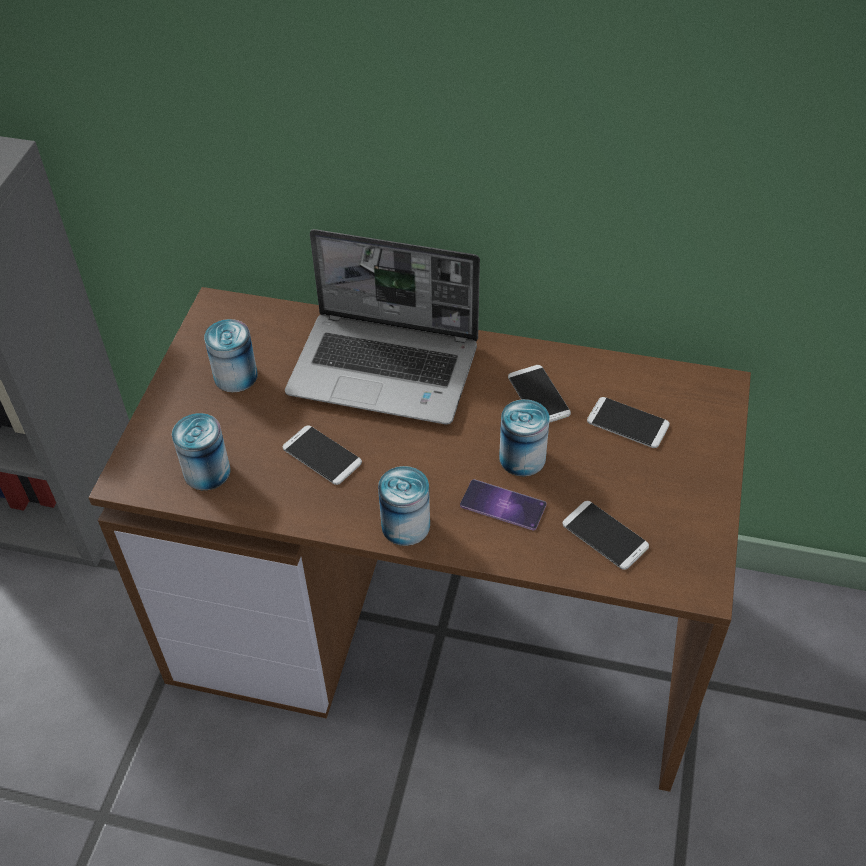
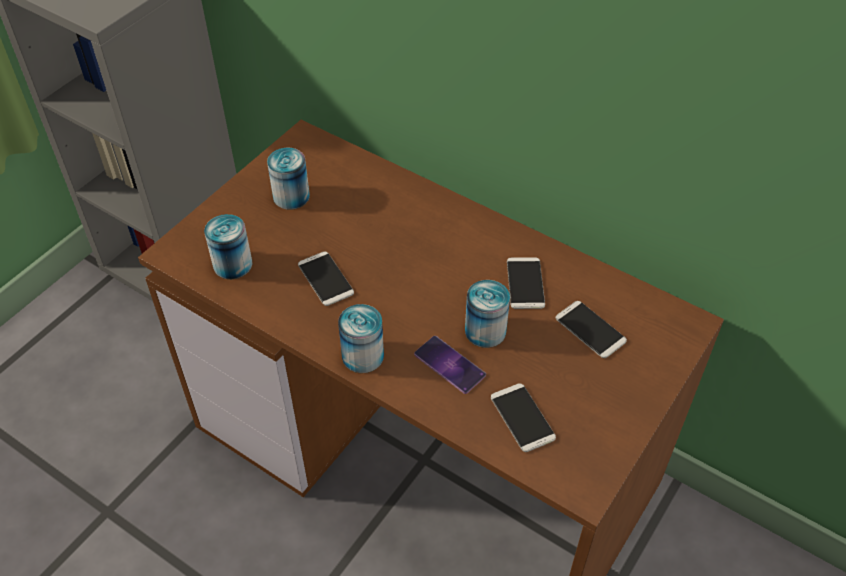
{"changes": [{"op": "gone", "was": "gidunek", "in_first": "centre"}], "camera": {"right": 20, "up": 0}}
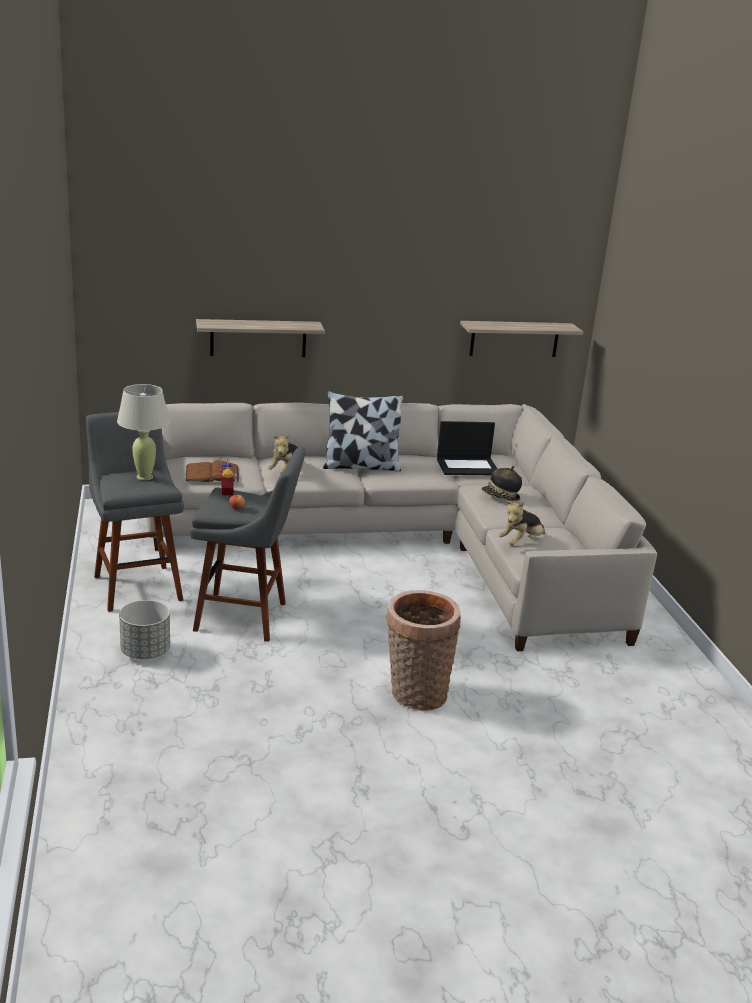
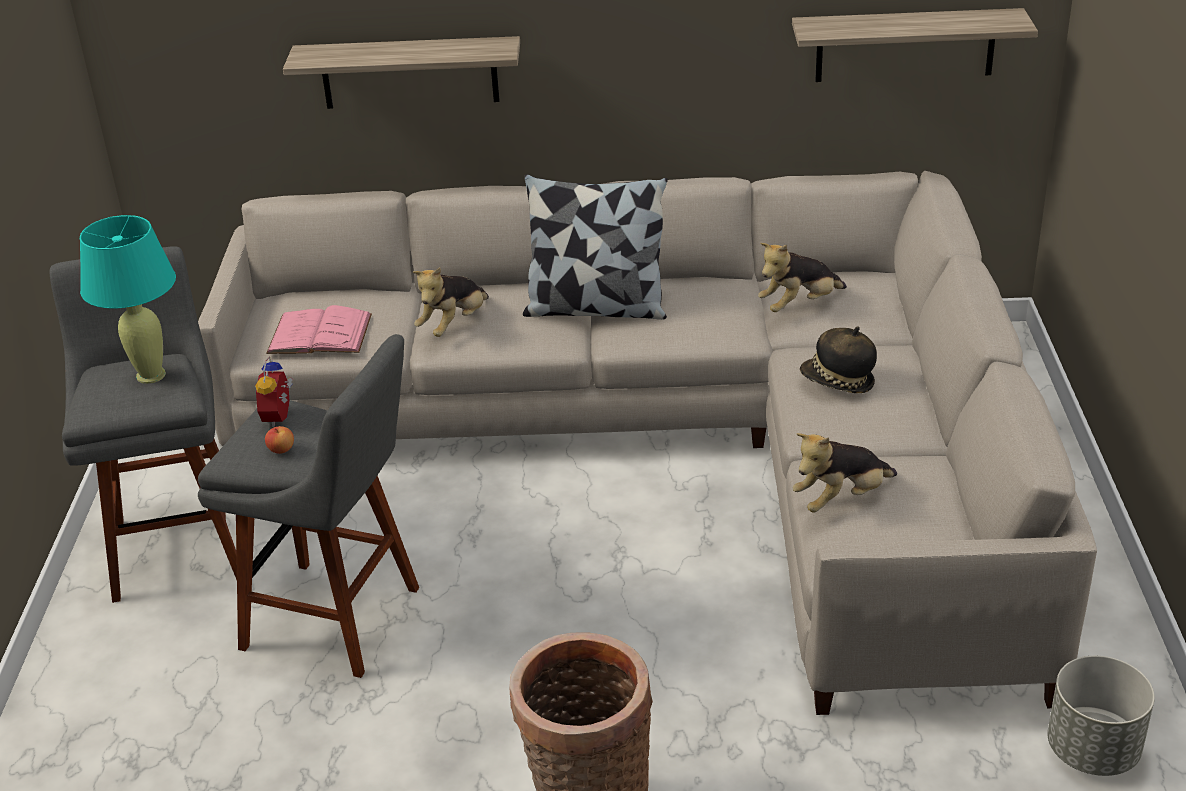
{"changes": [{"op": "shifted", "was": "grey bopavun", "in_first": "middle left", "in_second": "bottom right"}, {"op": "swapped", "was": "gidunek", "now": "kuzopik (no. 2 from left)", "in_first": "centre", "in_second": "middle right"}, {"op": "repainted", "was": "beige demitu", "now": "turquoise demitu", "in_first": "middle left", "in_second": "middle left"}, {"op": "repainted", "was": "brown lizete", "now": "pink lizete", "in_first": "middle left", "in_second": "middle left"}], "camera": {"right": 15, "up": 10}}
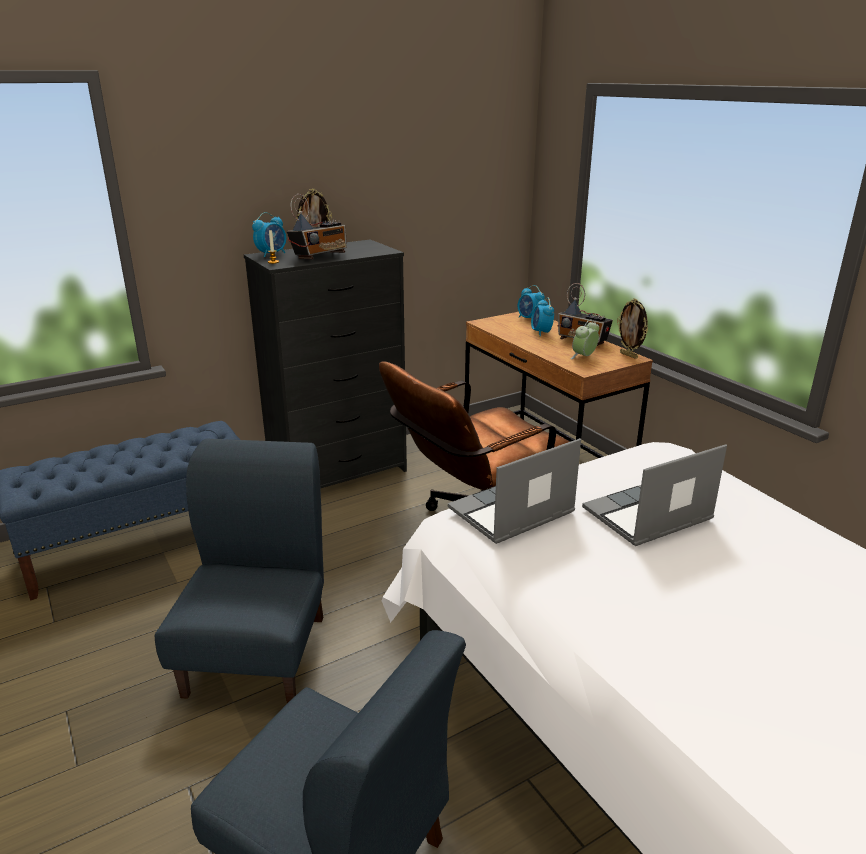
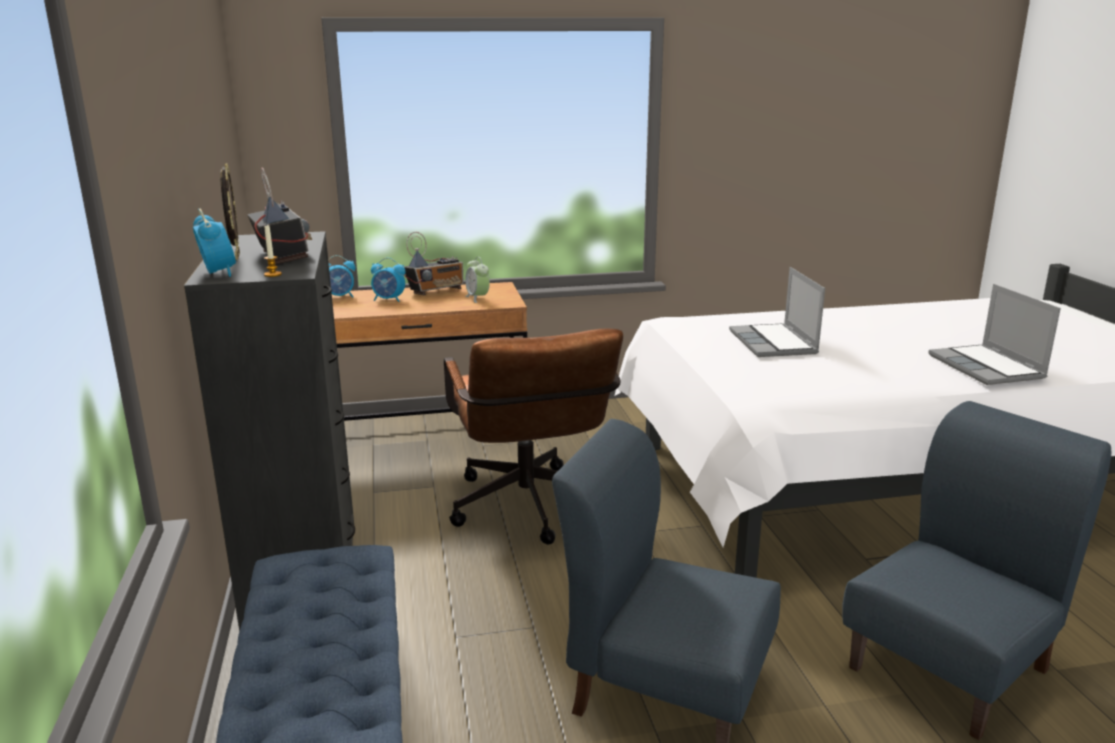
{"changes": [{"op": "gone", "was": "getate (no. 2 from left)", "in_first": "middle right"}, {"op": "shifted", "was": "gidunek (no. 1 from left in the first image)", "now": "gidunek (no. 2 from left)", "in_first": "centre", "in_second": "middle right"}], "camera": {"right": -70, "up": -5}}
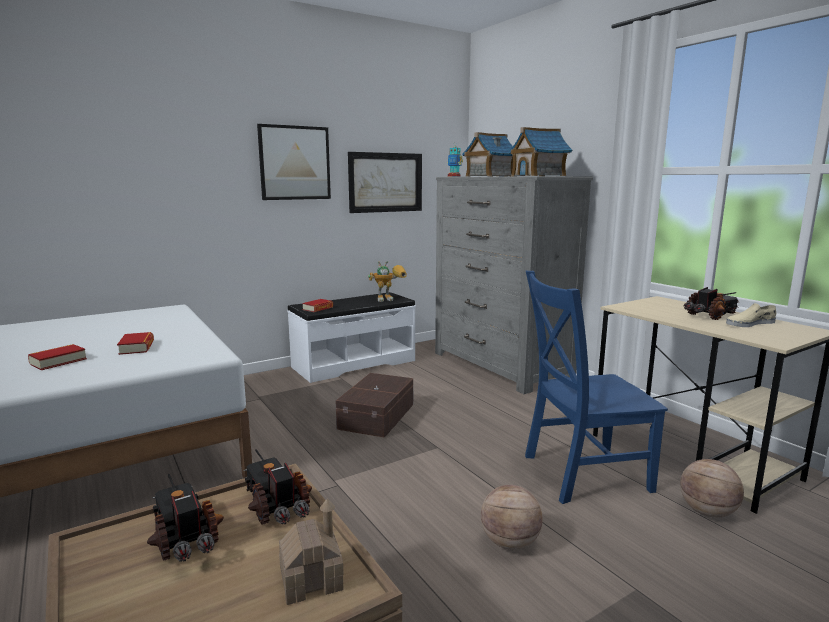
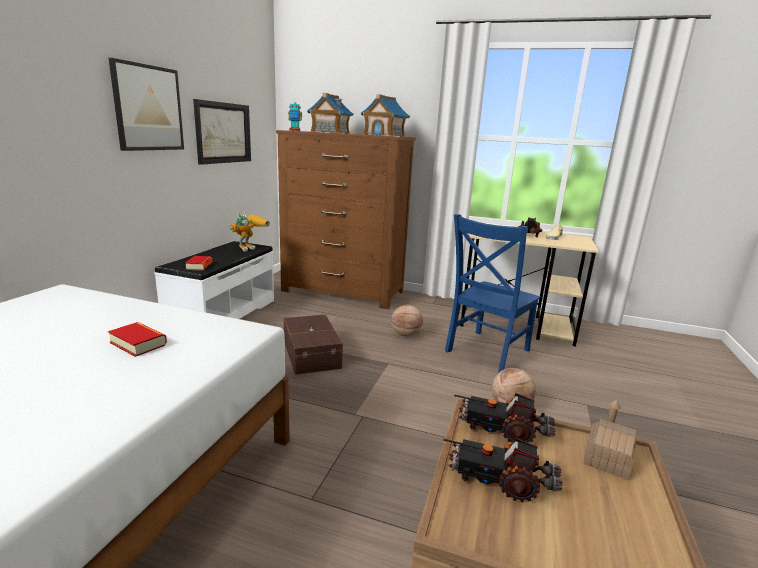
{"changes": [{"op": "gone", "was": "lizete (no. 1 from left)", "in_first": "middle left"}, {"op": "shifted", "was": "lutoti (no. 2 from left in the first image)", "now": "lutoti (no. 1 from left)", "in_first": "bottom right", "in_second": "centre"}, {"op": "repainted", "was": "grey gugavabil", "now": "brown gugavabil", "in_first": "centre", "in_second": "centre"}], "camera": {"right": -40, "up": 5}}
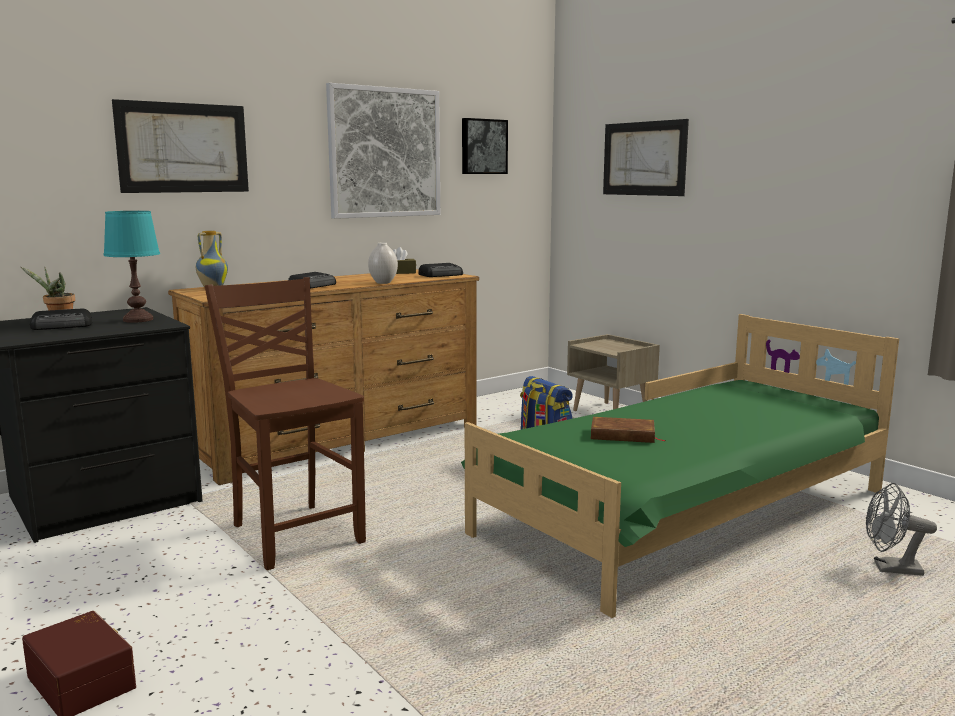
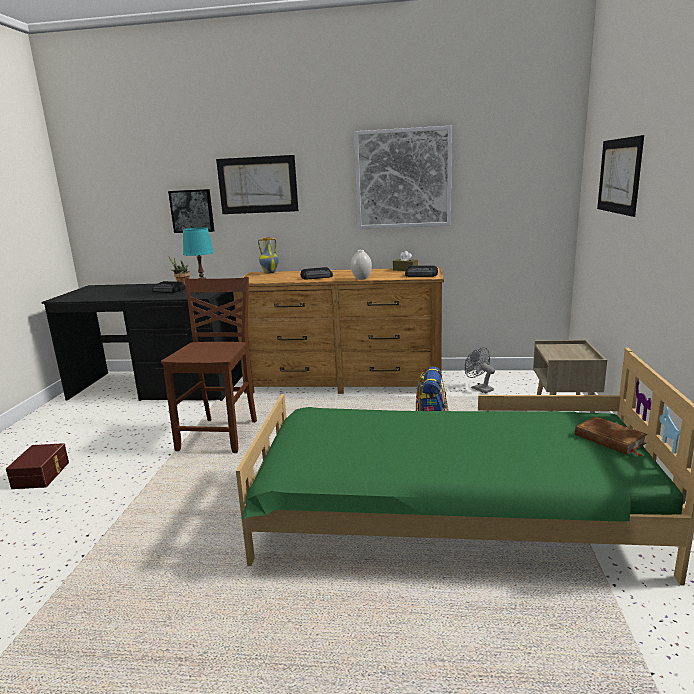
{"changes": [{"op": "shifted", "was": "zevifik (no. 3 from left in the first image)", "now": "zevifik (no. 1 from left)", "in_first": "top centre", "in_second": "top left"}, {"op": "shifted", "was": "brown lizete", "in_first": "centre", "in_second": "middle right"}, {"op": "shifted", "was": "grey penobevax", "in_first": "bottom right", "in_second": "middle right"}], "camera": {"right": 45, "up": 5}}
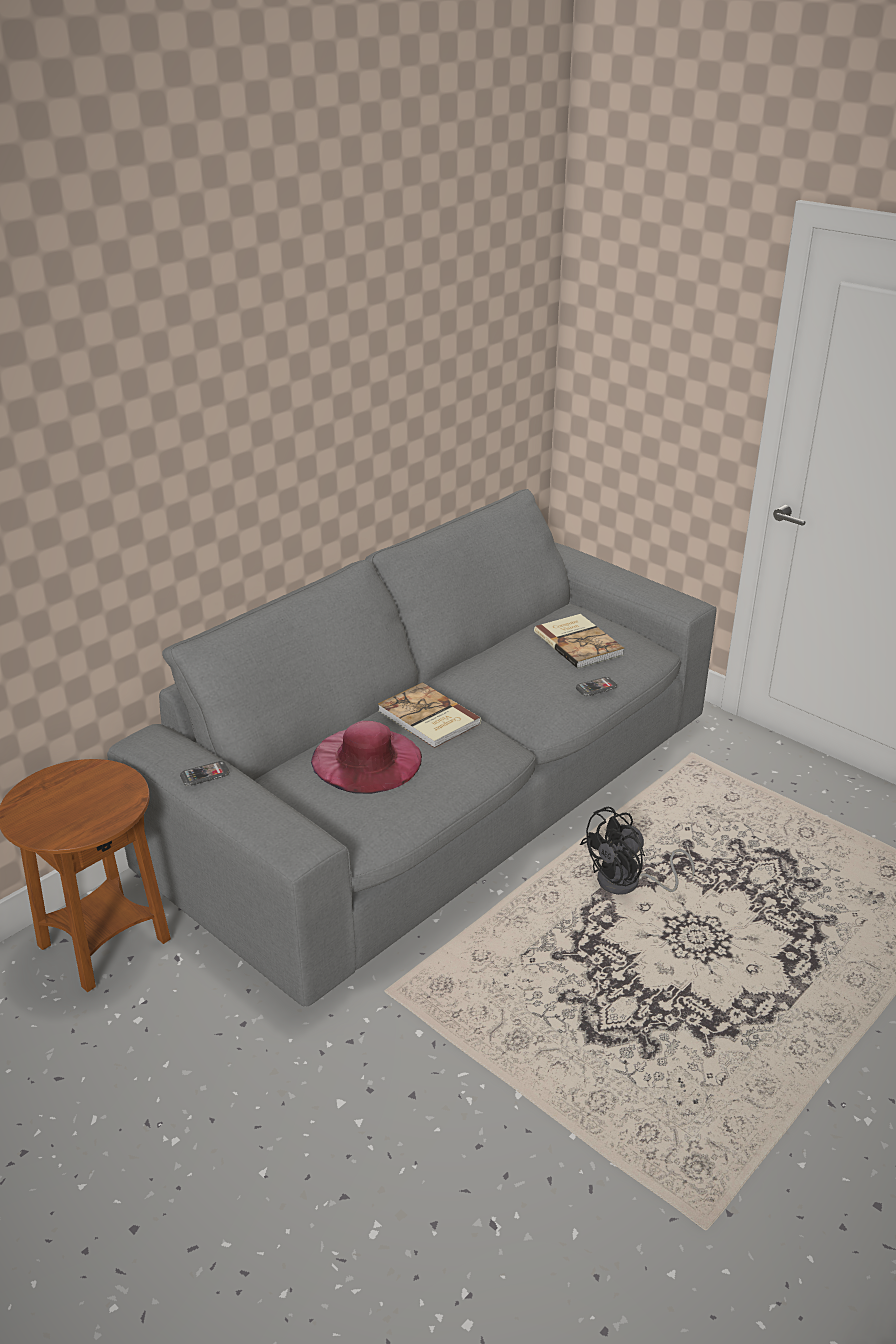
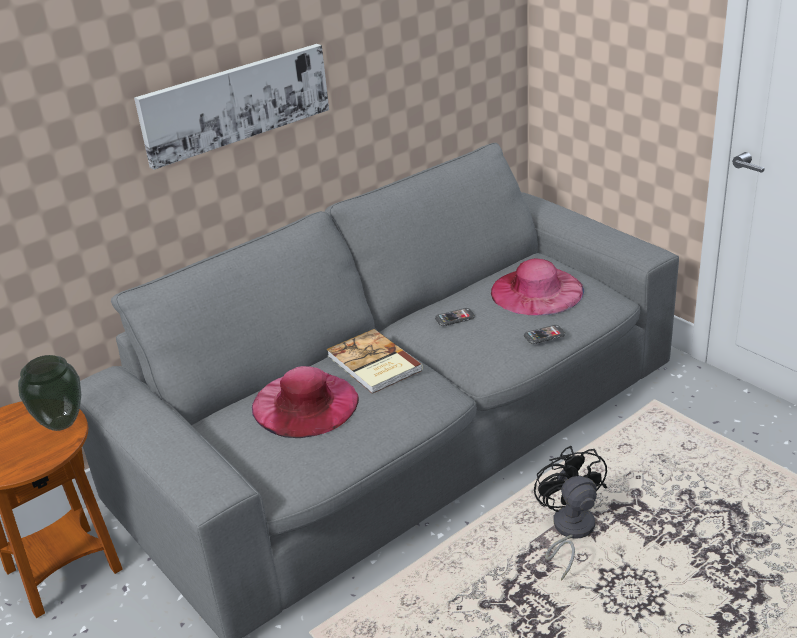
{"changes": [{"op": "new", "now": "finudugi", "in_second": "middle left"}, {"op": "new", "now": "zevifik", "in_second": "top left"}, {"op": "shifted", "was": "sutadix (no. 1 from left)", "in_first": "middle left", "in_second": "centre"}, {"op": "swapped", "was": "lizete (no. 2 from left)", "now": "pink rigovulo (no. 2 from left)", "in_first": "centre", "in_second": "middle right"}, {"op": "rotated", "was": "black penobevax", "in_first": "middle right", "in_second": "bottom right", "clockwise": 105}], "camera": {"right": 10, "up": 0}}
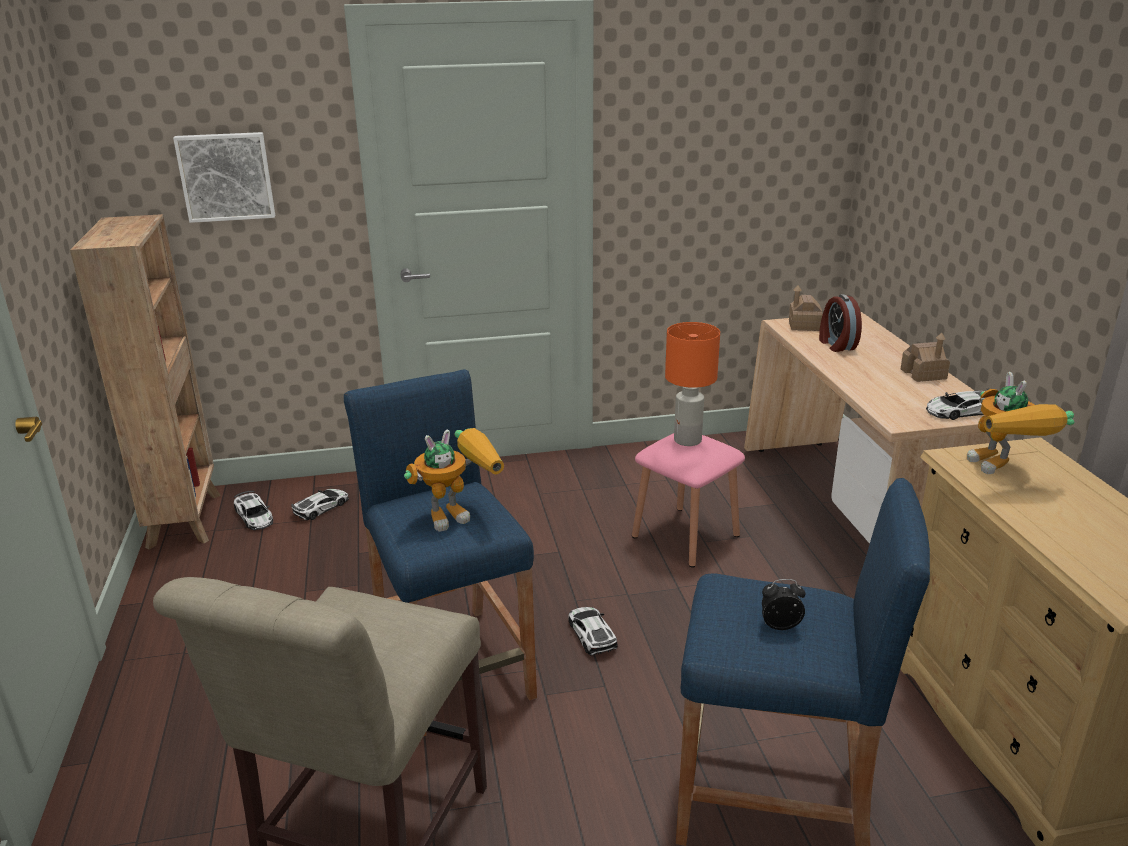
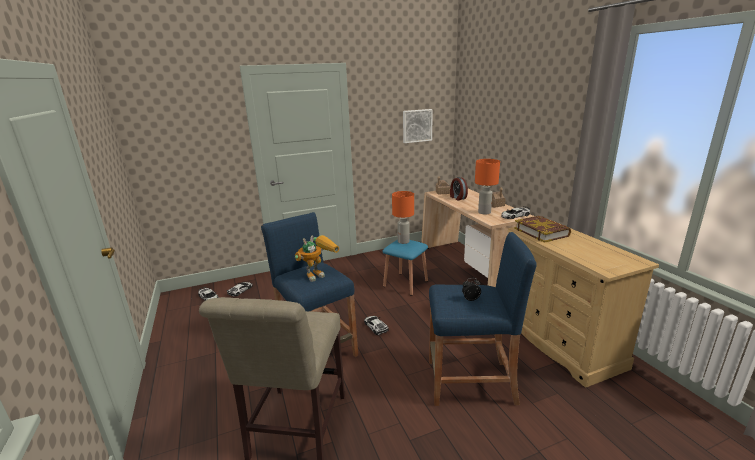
{"changes": [{"op": "gone", "was": "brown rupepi", "in_first": "middle left"}, {"op": "new", "now": "orange demitu (no. 2 from left)", "in_second": "centre"}, {"op": "shifted", "was": "zevifik", "in_first": "top left", "in_second": "top centre"}, {"op": "swapped", "was": "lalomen (no. 2 from left)", "now": "lizete", "in_first": "middle right", "in_second": "middle right"}, {"op": "repainted", "was": "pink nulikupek", "now": "blue nulikupek (no. 2 from left)", "in_first": "centre", "in_second": "centre"}], "camera": {"right": -10, "up": -5}}
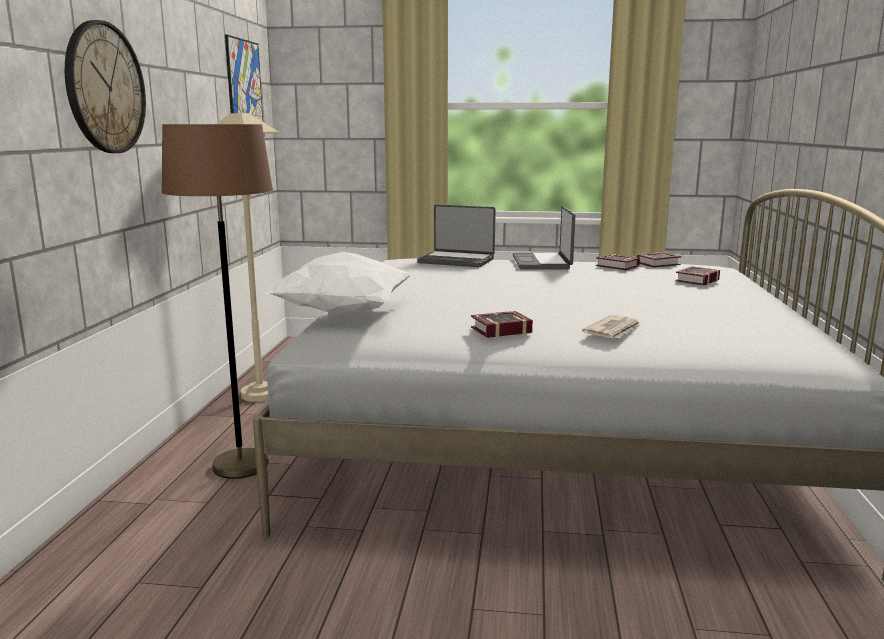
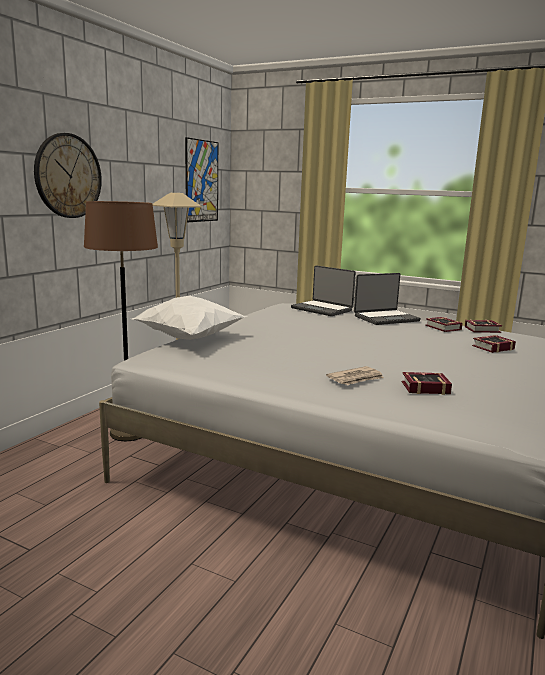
{"changes": [{"op": "shifted", "was": "lizete (no. 1 from left)", "in_first": "centre", "in_second": "middle right"}, {"op": "rotated", "was": "gidunek (no. 2 from left)", "in_first": "centre", "in_second": "middle right", "clockwise": -135}], "camera": {"right": 20, "up": 0}}
